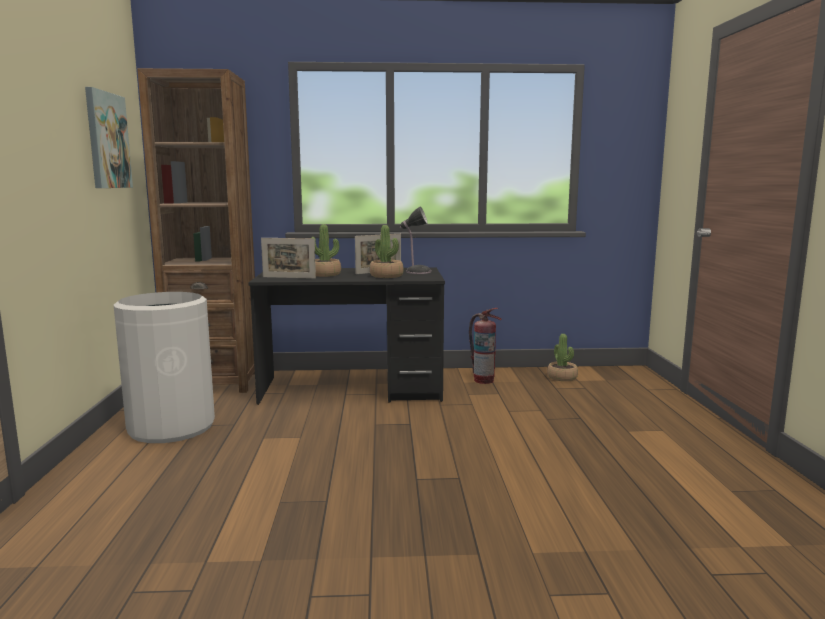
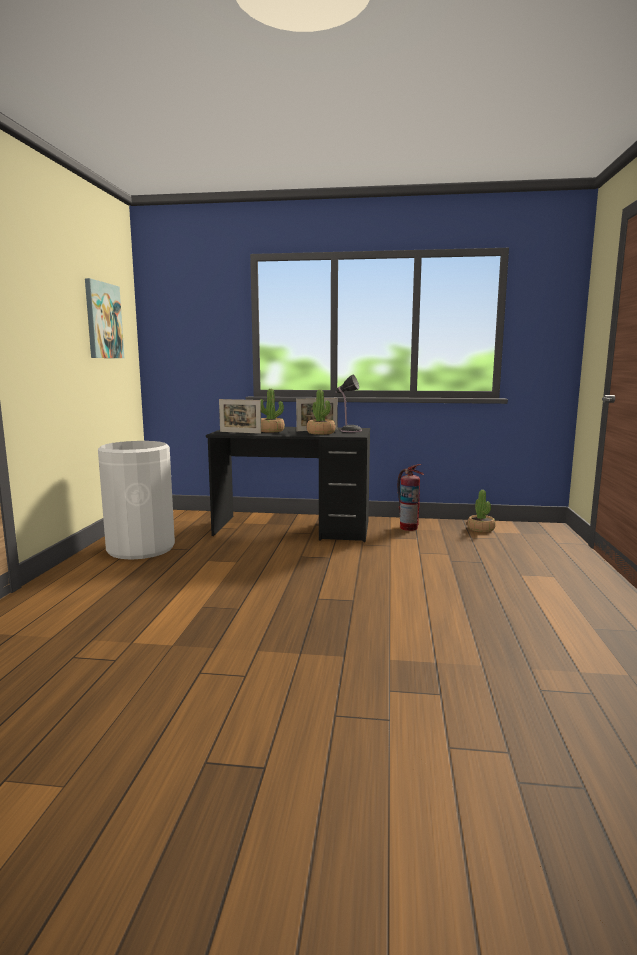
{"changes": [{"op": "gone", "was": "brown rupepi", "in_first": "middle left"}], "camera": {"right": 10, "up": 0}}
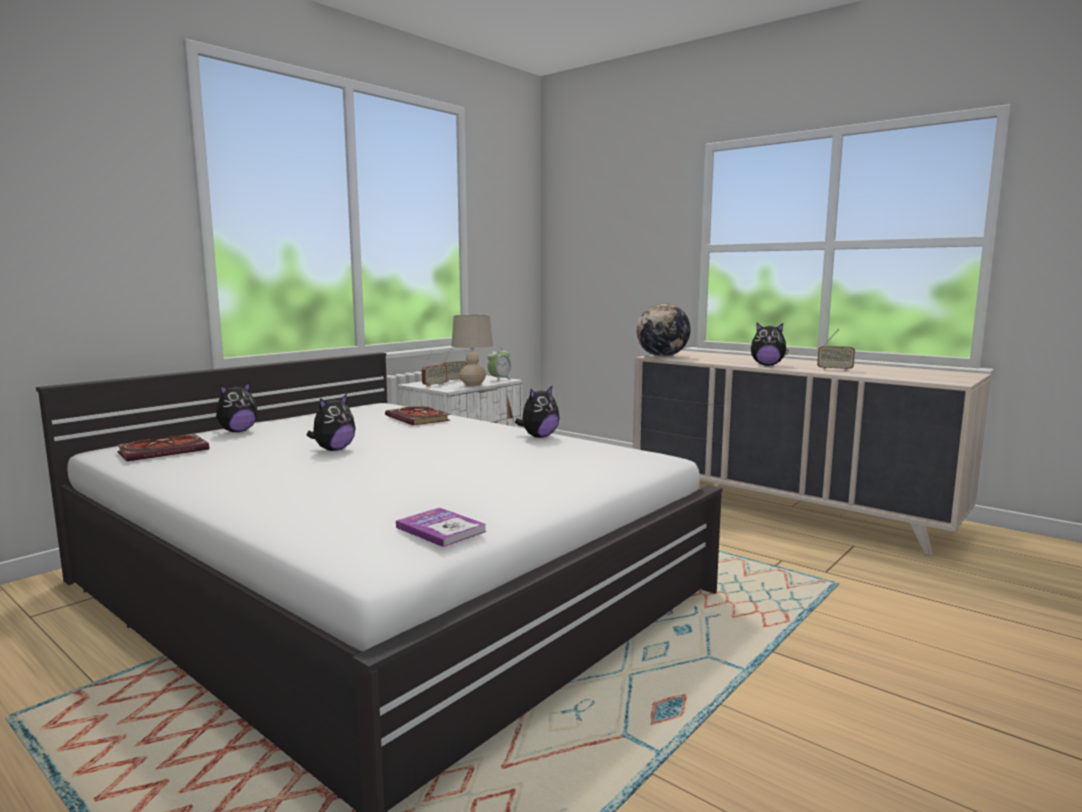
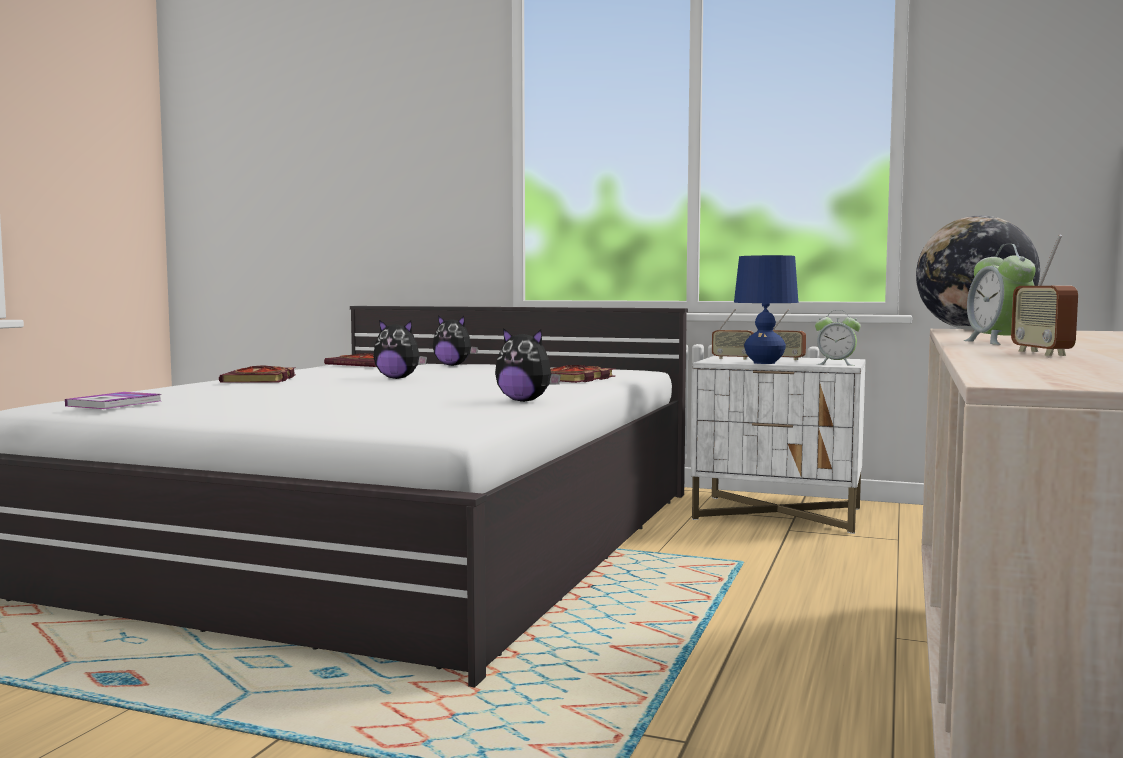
{"changes": [{"op": "new", "now": "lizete (no. 2 from left)", "in_second": "middle left"}, {"op": "swapped", "was": "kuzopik (no. 4 from left)", "now": "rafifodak (no. 2 from left)", "in_first": "middle right", "in_second": "middle right"}, {"op": "repainted", "was": "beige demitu", "now": "blue demitu", "in_first": "centre", "in_second": "middle right"}], "camera": {"right": 70, "up": -5}}
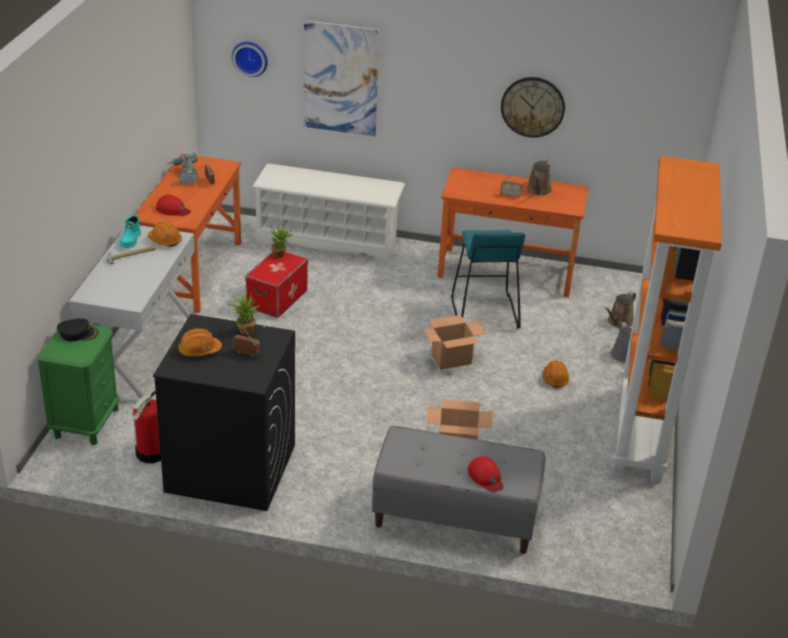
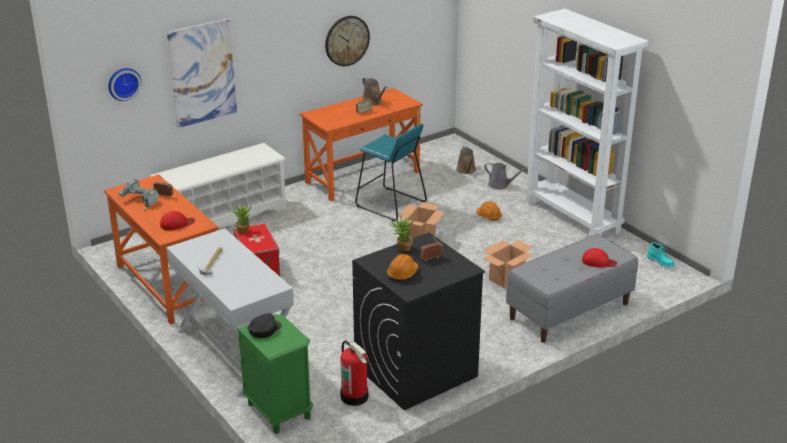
{"changes": [{"op": "gone", "was": "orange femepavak (no. 1 from left)", "in_first": "middle left"}, {"op": "shifted", "was": "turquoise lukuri", "in_first": "middle left", "in_second": "middle right"}, {"op": "repainted", "was": "orange rupepi", "now": "white rupepi", "in_first": "middle right", "in_second": "top right"}], "camera": {"right": -45, "up": -5}}
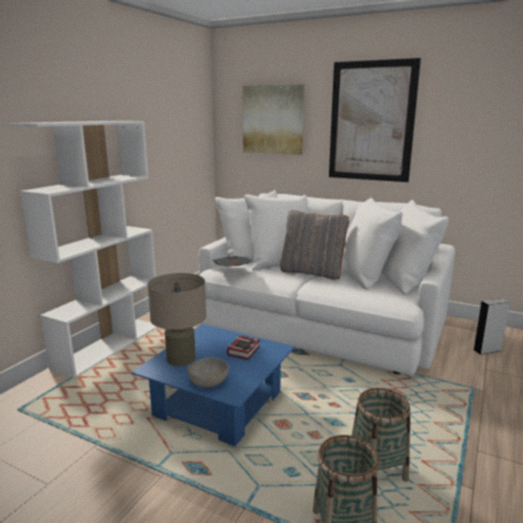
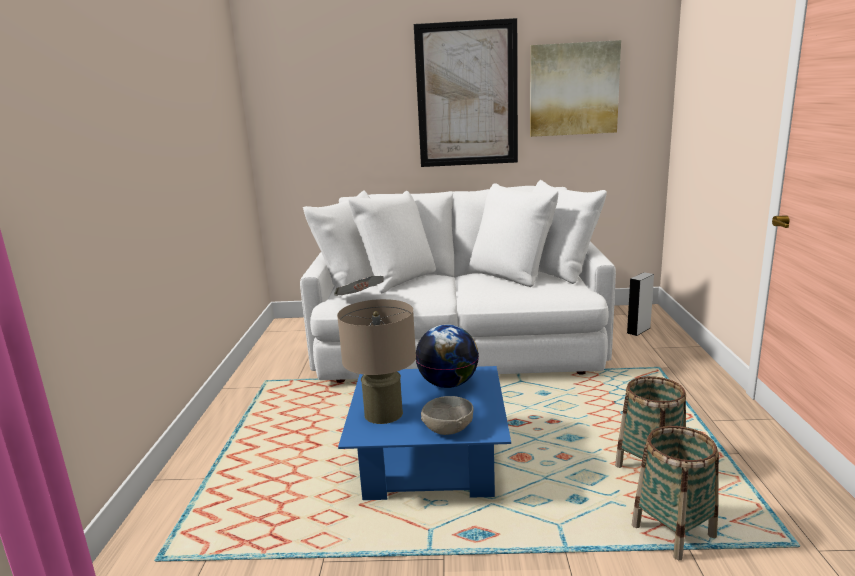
{"changes": [{"op": "gone", "was": "white rupepi", "in_first": "middle left"}, {"op": "gone", "was": "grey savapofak", "in_first": "centre"}, {"op": "shifted", "was": "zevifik (no. 1 from left in the first image)", "now": "zevifik (no. 2 from left)", "in_first": "top centre", "in_second": "top right"}, {"op": "swapped", "was": "lizete", "now": "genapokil", "in_first": "centre", "in_second": "centre"}], "camera": {"right": -25, "up": 0}}
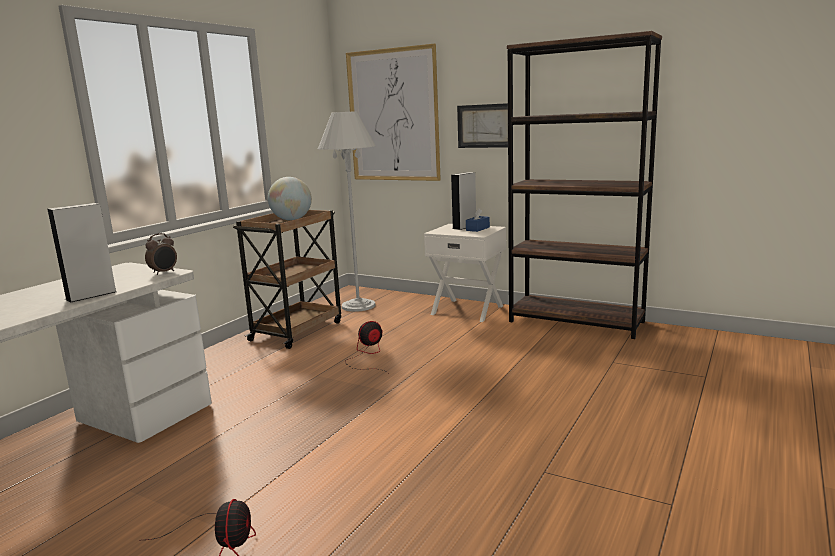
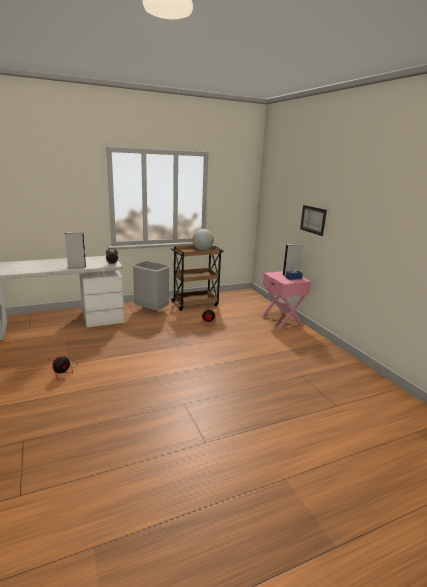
{"changes": [{"op": "gone", "was": "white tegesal", "in_first": "centre"}, {"op": "gone", "was": "zevifik (no. 1 from left)", "in_first": "top centre"}, {"op": "gone", "was": "brown rupepi", "in_first": "top right"}, {"op": "new", "now": "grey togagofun", "in_second": "centre"}, {"op": "repainted", "was": "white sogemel", "now": "pink sogemel", "in_first": "centre", "in_second": "middle right"}], "camera": {"right": 35, "up": 5}}
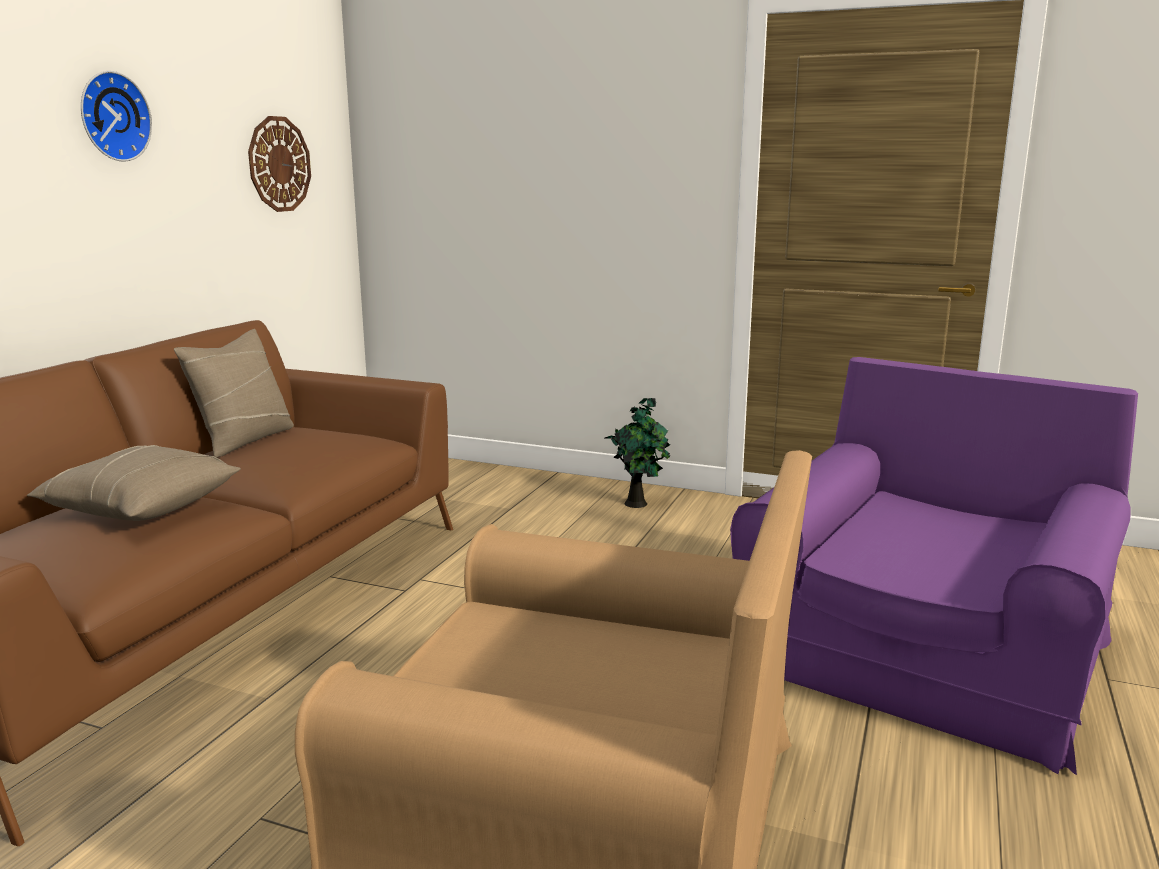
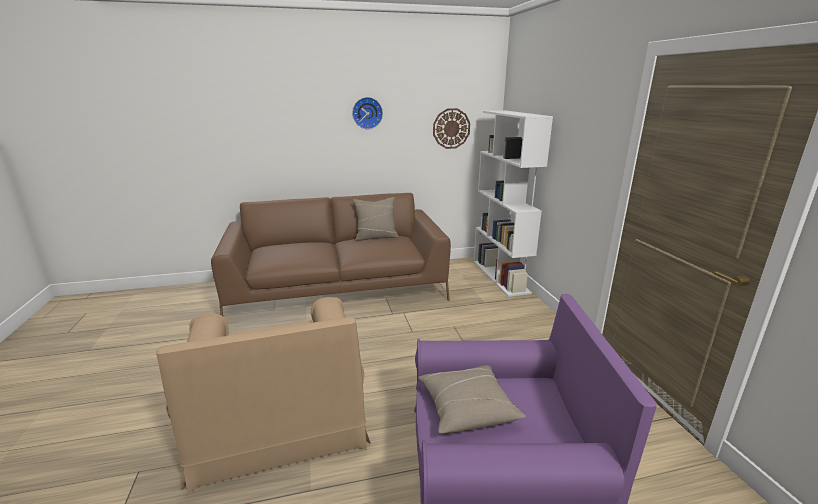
{"changes": [{"op": "gone", "was": "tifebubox", "in_first": "centre"}, {"op": "new", "now": "white rupepi", "in_second": "centre"}, {"op": "shifted", "was": "beige savapofak (no. 1 from left in the first image)", "now": "beige savapofak (no. 2 from left)", "in_first": "middle left", "in_second": "bottom centre"}], "camera": {"right": 55, "up": 5}}
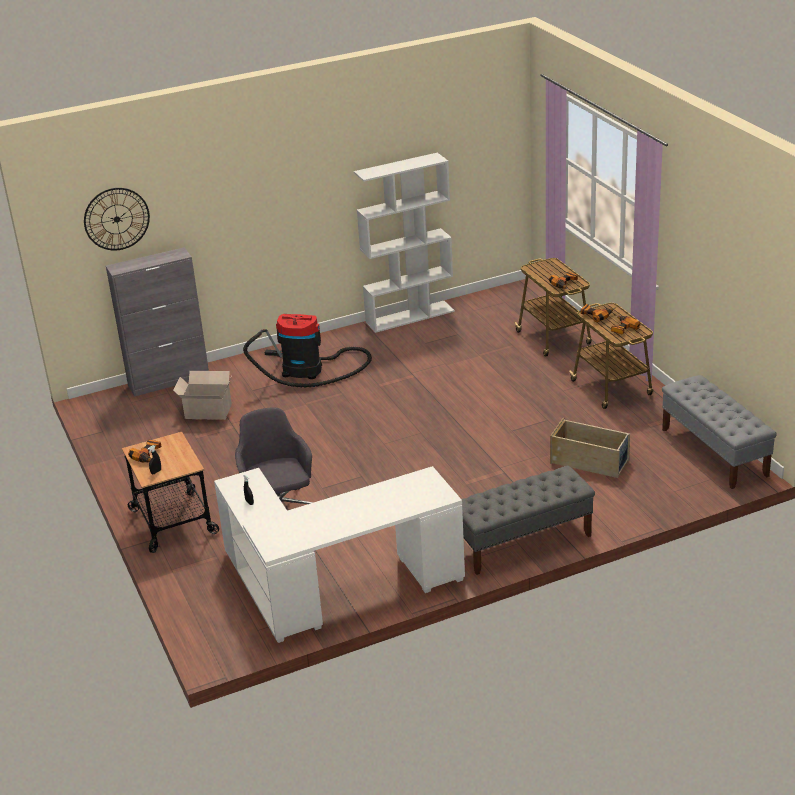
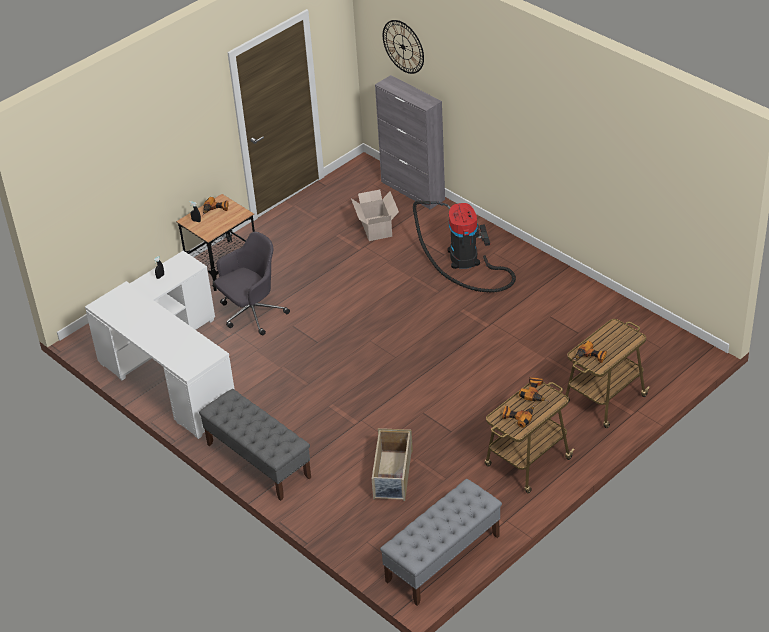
{"changes": [{"op": "gone", "was": "white rupepi", "in_first": "top centre"}], "camera": {"right": 70, "up": 10}}
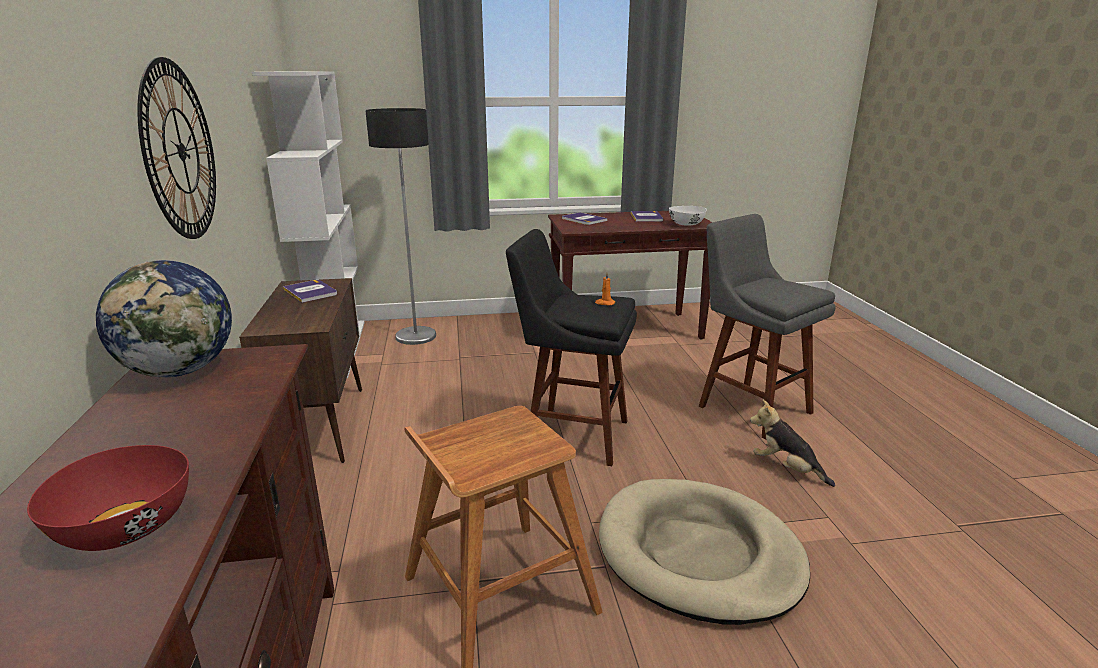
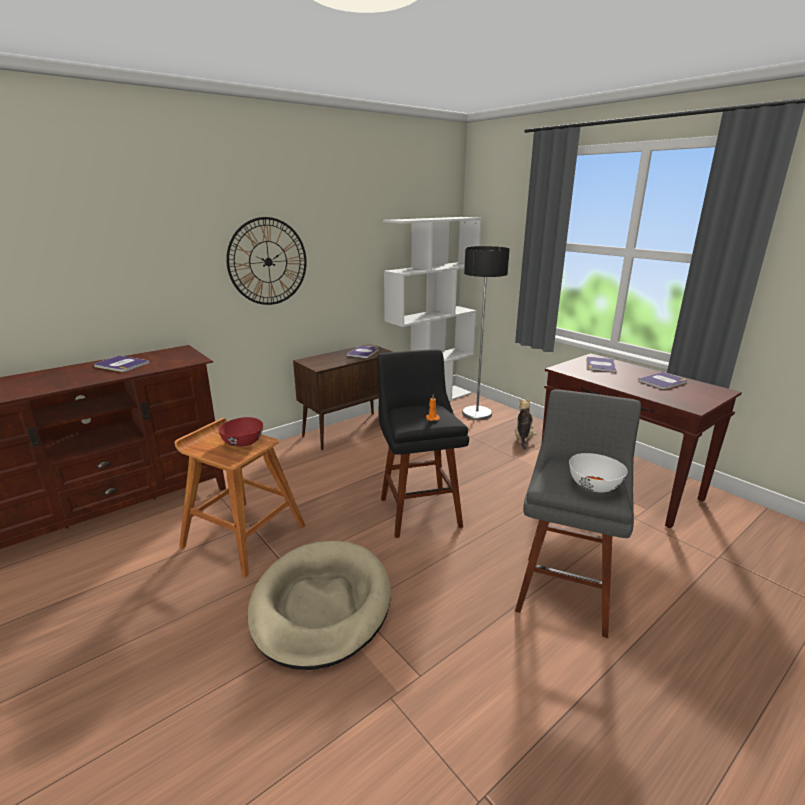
{"changes": [{"op": "gone", "was": "genapokil", "in_first": "middle left"}, {"op": "new", "now": "lizete (no. 1 from left)", "in_second": "middle left"}, {"op": "shifted", "was": "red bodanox", "in_first": "bottom left", "in_second": "middle left"}, {"op": "shifted", "was": "white bodanox", "in_first": "top centre", "in_second": "middle right"}, {"op": "shifted", "was": "kuzopik", "in_first": "middle right", "in_second": "centre"}], "camera": {"right": 60, "up": 0}}
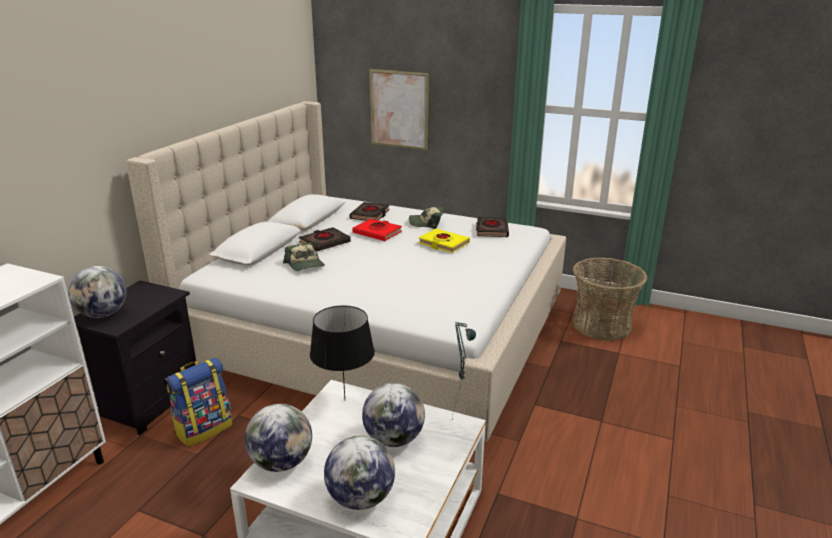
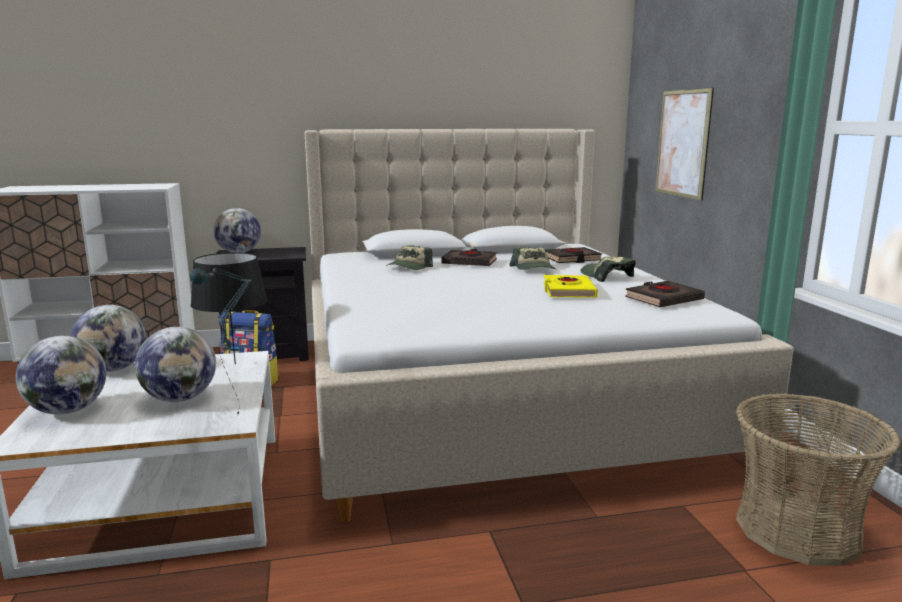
{"changes": [{"op": "swapped", "was": "red lizete", "now": "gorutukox (no. 2 from left)", "in_first": "centre", "in_second": "centre"}], "camera": {"right": 55, "up": -10}}
